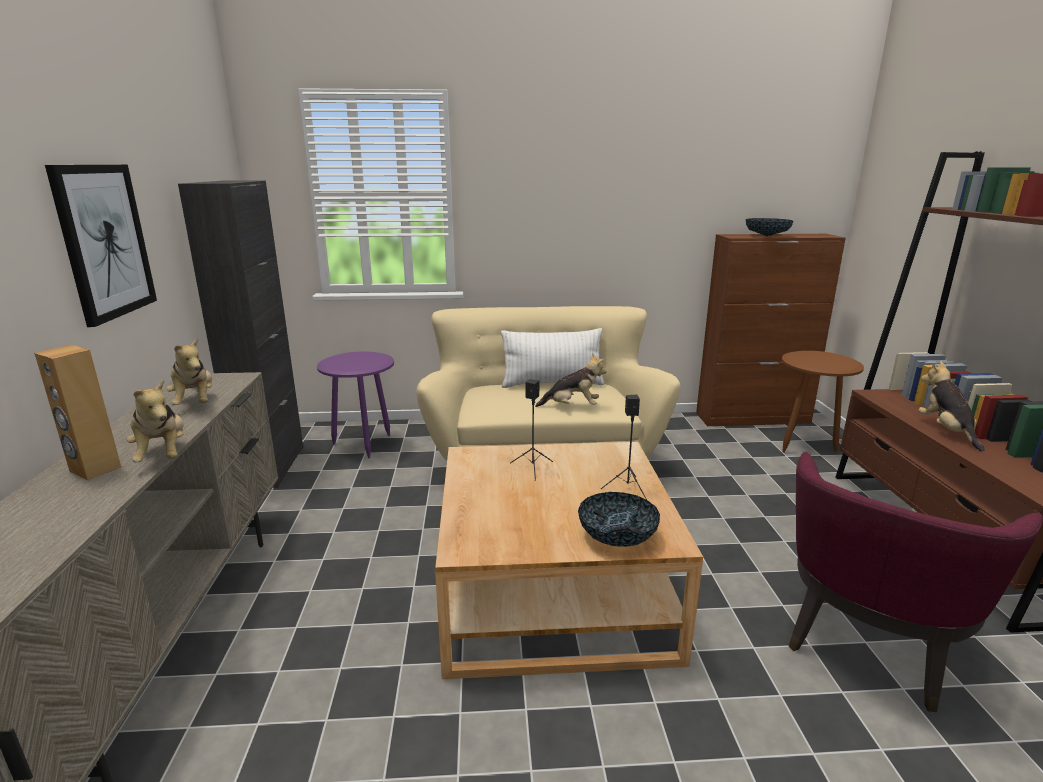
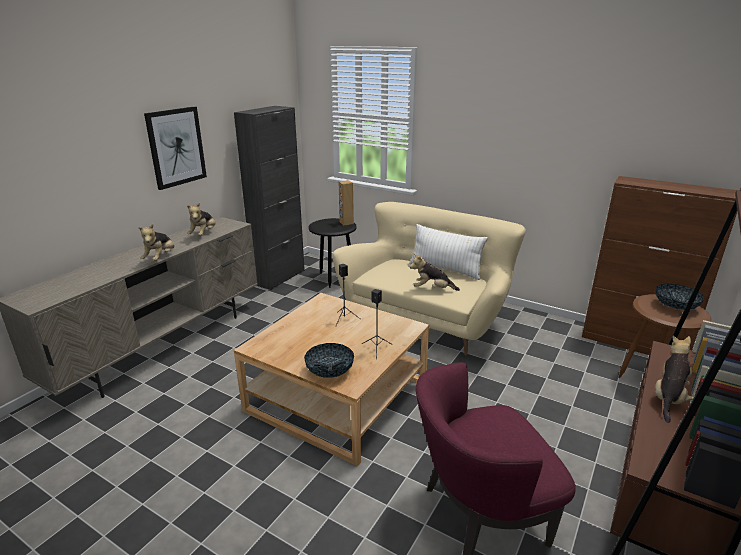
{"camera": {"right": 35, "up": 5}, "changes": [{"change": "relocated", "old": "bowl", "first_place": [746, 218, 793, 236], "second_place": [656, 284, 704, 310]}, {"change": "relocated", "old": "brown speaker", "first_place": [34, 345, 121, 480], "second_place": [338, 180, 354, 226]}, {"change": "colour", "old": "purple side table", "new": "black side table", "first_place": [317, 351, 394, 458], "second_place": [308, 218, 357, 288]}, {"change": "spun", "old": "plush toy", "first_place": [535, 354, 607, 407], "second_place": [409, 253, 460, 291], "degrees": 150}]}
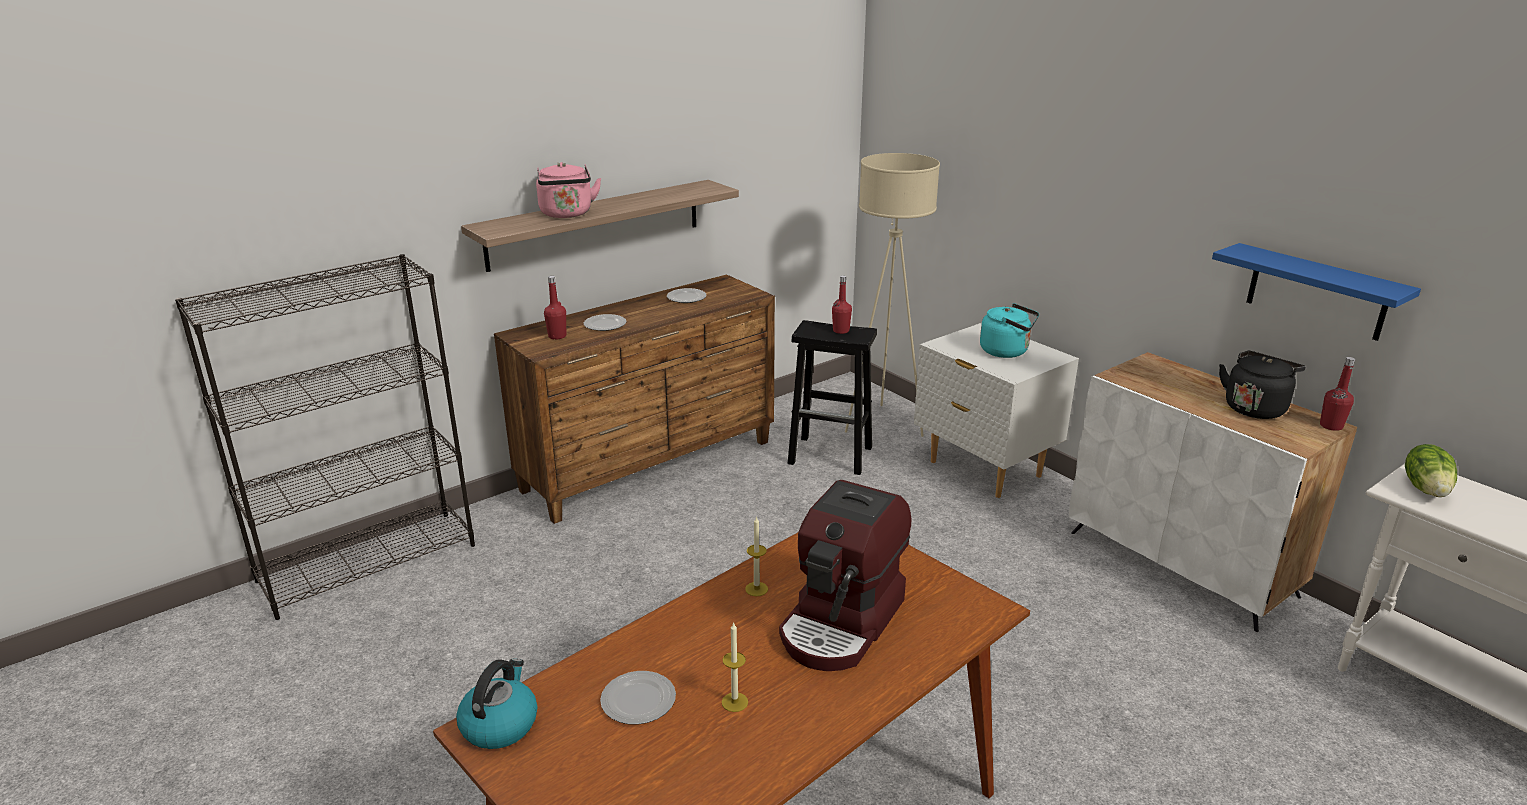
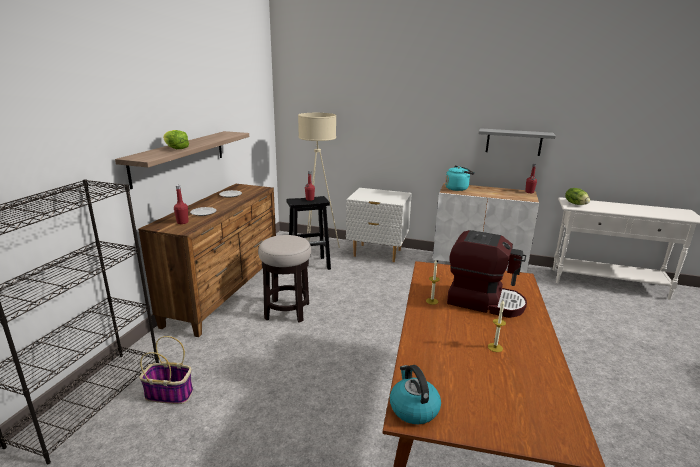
{"camera": {"right": -35, "up": -5}, "changes": [{"change": "exchanged", "old": "pink kettle", "new": "lettuce", "first_place": [536, 162, 601, 218], "second_place": [163, 130, 189, 149]}, {"change": "colour", "old": "blue shelf", "new": "grey shelf", "first_place": [1212, 243, 1421, 341], "second_place": [479, 128, 556, 156]}, {"change": "relocated", "old": "turquoise kettle", "first_place": [980, 303, 1039, 358], "second_place": [445, 166, 475, 191]}, {"change": "missing", "old": "black kettle", "first_place": [1219, 351, 1306, 419]}, {"change": "spun", "old": "coffee machine", "first_place": [779, 480, 911, 671], "second_place": [447, 230, 527, 318], "degrees": -60}, {"change": "missing", "old": "plate", "first_place": [600, 671, 676, 724]}, {"change": "appeared", "new": "stool", "second_place": [258, 235, 311, 322]}, {"change": "appeared", "new": "basket", "second_place": [139, 336, 193, 404]}]}
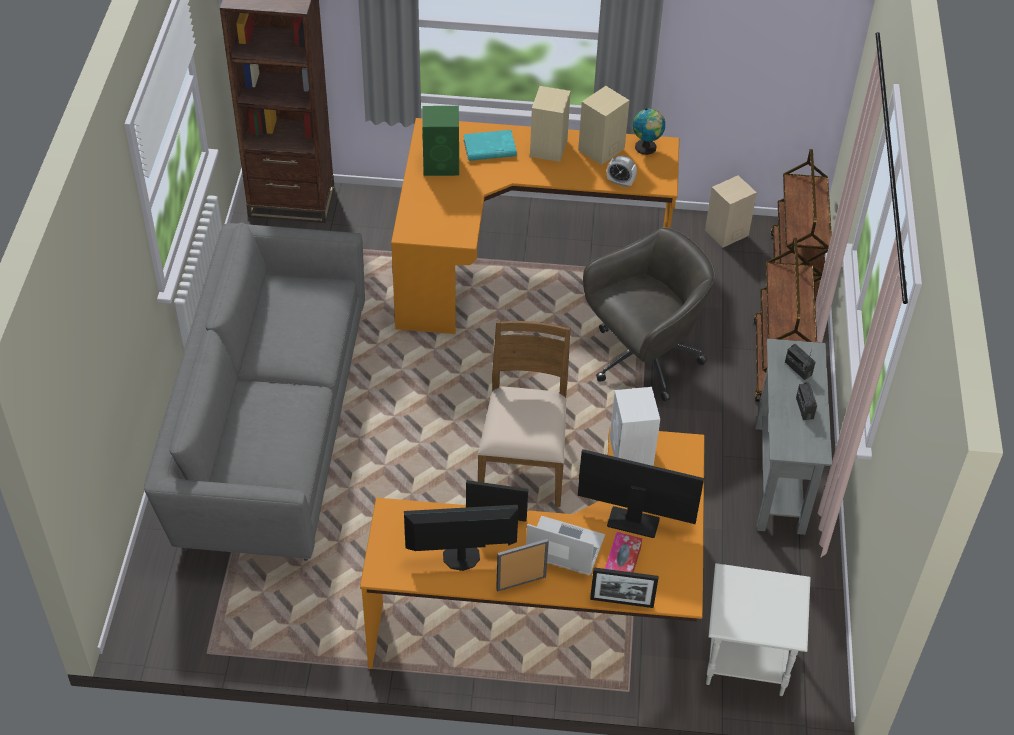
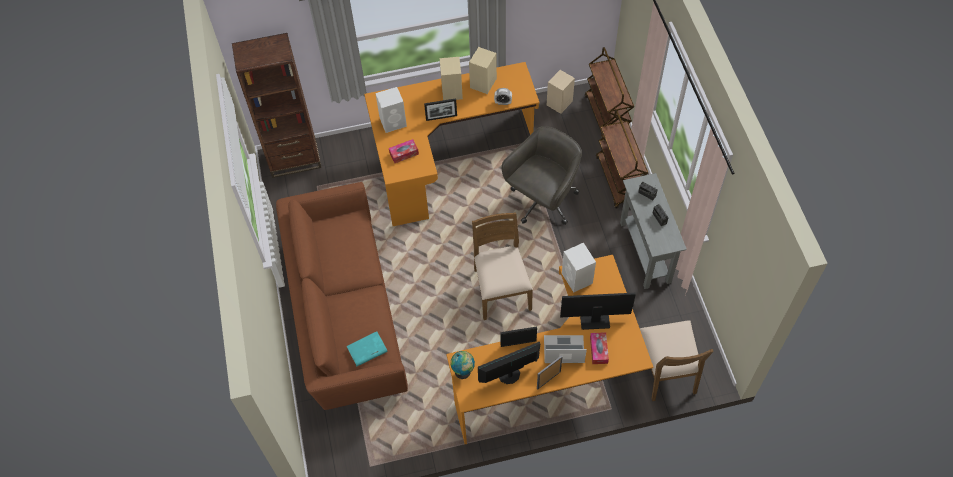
{"camera": {"right": -15, "up": 10}, "changes": [{"change": "colour", "old": "green speaker", "new": "white speaker", "first_place": [422, 106, 459, 176], "second_place": [375, 87, 407, 133]}, {"change": "relocated", "old": "globe", "first_place": [633, 108, 665, 155], "second_place": [451, 351, 475, 379]}, {"change": "relocated", "old": "turquoise book", "first_place": [463, 130, 517, 161], "second_place": [347, 331, 388, 366]}, {"change": "colour", "old": "grey sofa", "new": "brown sofa", "first_place": [144, 223, 365, 561], "second_place": [276, 182, 408, 410]}, {"change": "exchanged", "old": "white side table", "new": "brown chair", "first_place": [706, 563, 811, 696], "second_place": [640, 320, 714, 401]}, {"change": "relocated", "old": "picture frame", "first_place": [590, 567, 659, 608], "second_place": [424, 98, 457, 121]}, {"change": "appeared", "new": "tissue box", "second_place": [389, 139, 419, 163]}]}
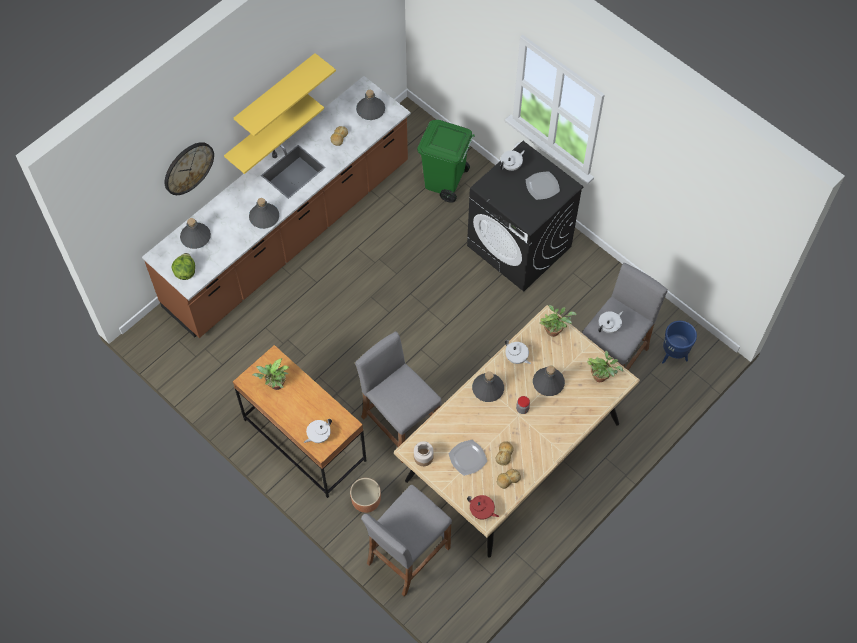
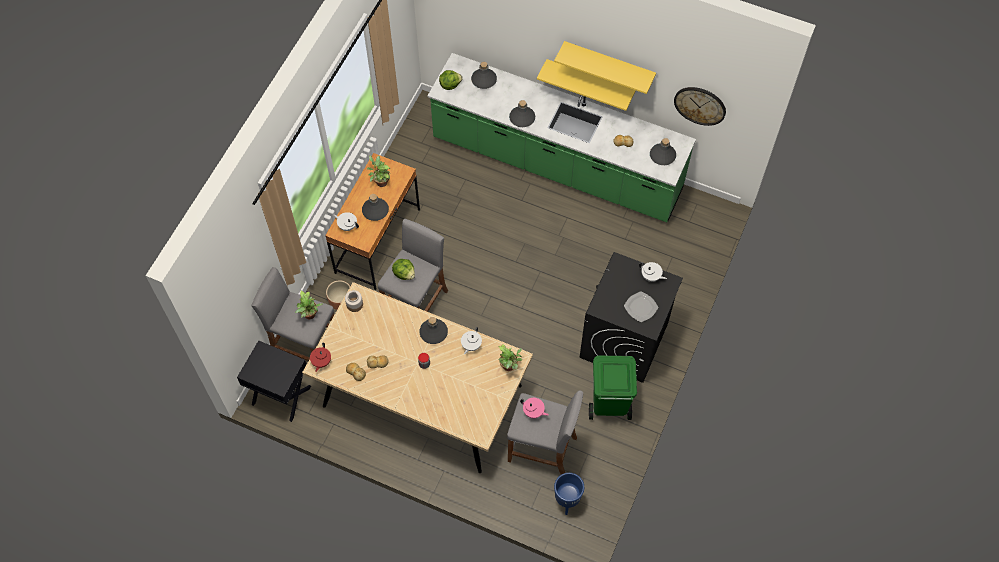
{"camera": {"right": 70, "up": 0}, "changes": [{"change": "colour", "old": "brown counter", "new": "green counter", "first_place": [142, 76, 411, 338], "second_place": [427, 53, 696, 222]}, {"change": "relocated", "old": "green trash can", "first_place": [417, 120, 475, 203], "second_place": [589, 356, 637, 420]}, {"change": "relocated", "old": "wall clock", "first_place": [165, 142, 214, 195], "second_place": [674, 87, 726, 126]}, {"change": "colour", "old": "white teapot", "new": "pink teapot", "first_place": [598, 311, 623, 333], "second_place": [520, 398, 549, 418]}, {"change": "relocated", "old": "potted plant", "first_place": [587, 351, 623, 382], "second_place": [295, 290, 323, 319]}, {"change": "relocated", "old": "grey bottle", "first_place": [533, 366, 565, 396], "second_place": [362, 194, 389, 221]}, {"change": "missing", "old": "plate", "first_place": [448, 440, 487, 476]}, {"change": "appeared", "new": "lettuce", "second_place": [392, 259, 415, 280]}, {"change": "appeared", "new": "black nightstand", "second_place": [237, 341, 311, 422]}]}
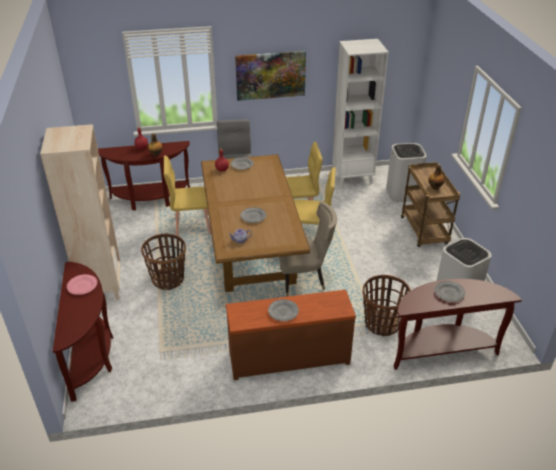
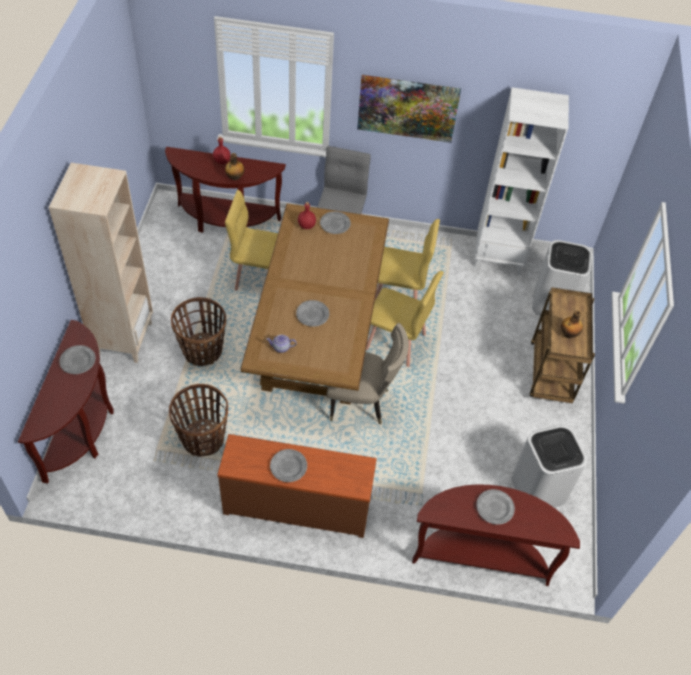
{"camera": {"right": 15, "up": 15}, "changes": [{"change": "colour", "old": "pink plate", "new": "grey plate", "first_place": [67, 274, 97, 295], "second_place": [59, 345, 96, 374]}, {"change": "relocated", "old": "basket", "first_place": [363, 275, 411, 336], "second_place": [169, 384, 228, 457]}]}
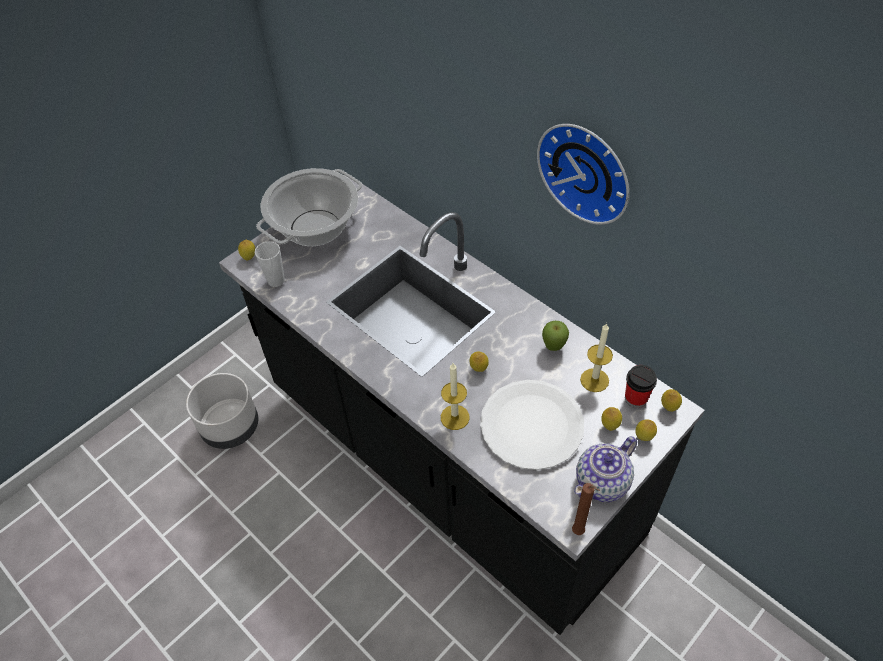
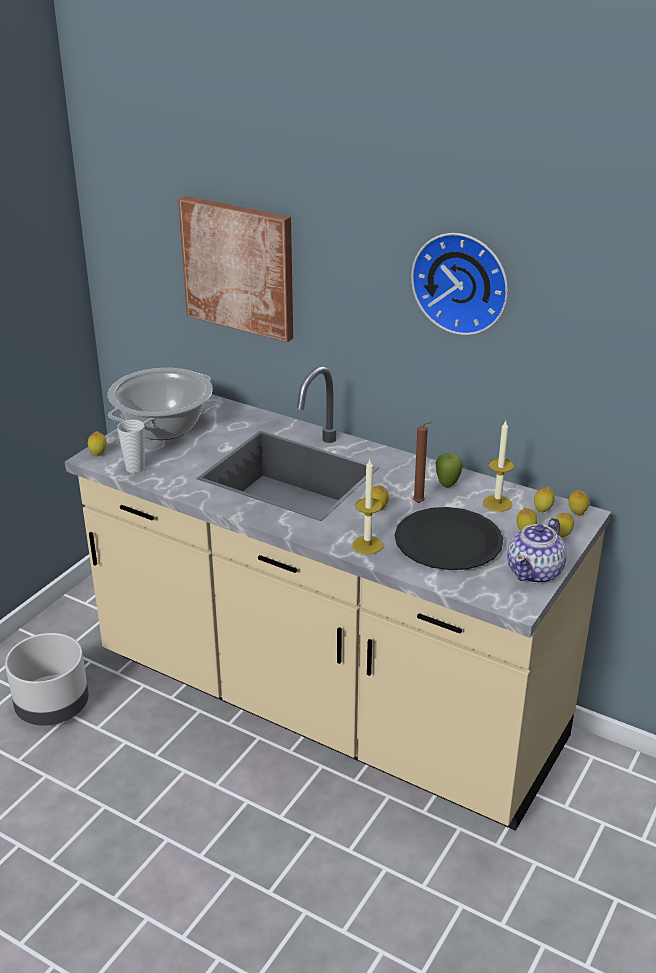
{"camera": {"right": -15, "up": -20}, "changes": [{"change": "colour", "old": "black counter", "new": "beige counter", "first_place": [219, 177, 704, 635], "second_place": [65, 366, 611, 831]}, {"change": "exchanged", "old": "cup", "new": "lemon", "first_place": [625, 365, 657, 408], "second_place": [534, 487, 555, 512]}, {"change": "colour", "old": "white plate", "new": "black plate", "first_place": [480, 380, 584, 470], "second_place": [395, 507, 503, 570]}, {"change": "relocated", "old": "brown candle", "first_place": [572, 483, 600, 535], "second_place": [413, 422, 432, 503]}, {"change": "appeared", "new": "picture", "second_place": [178, 196, 293, 342]}]}
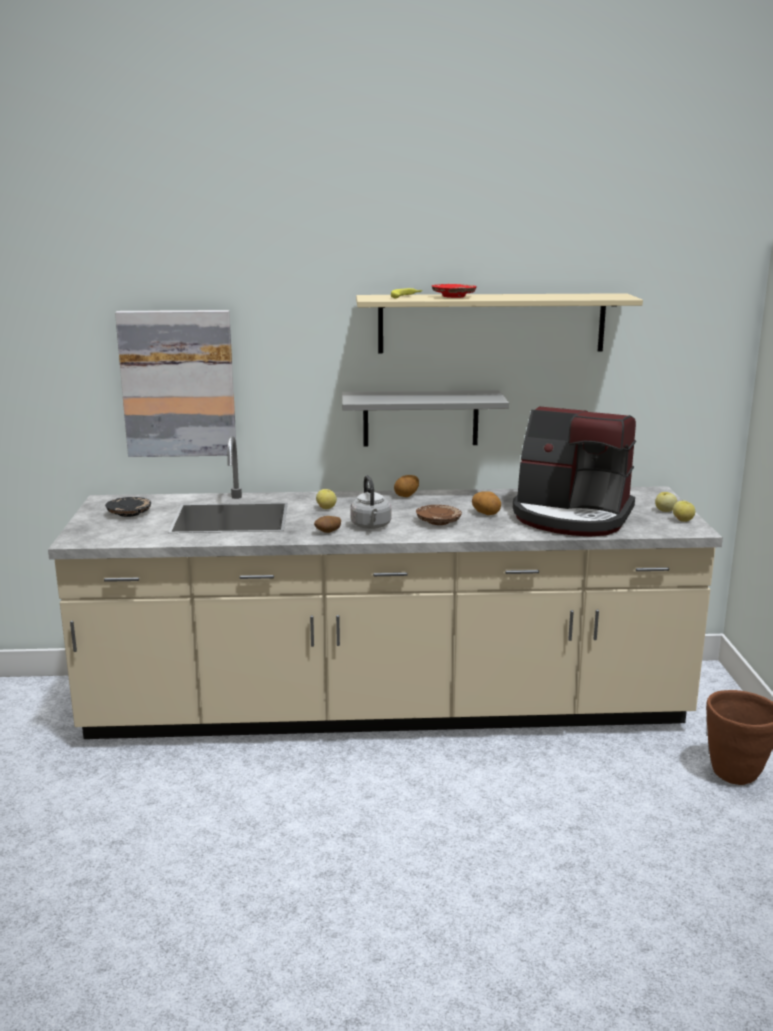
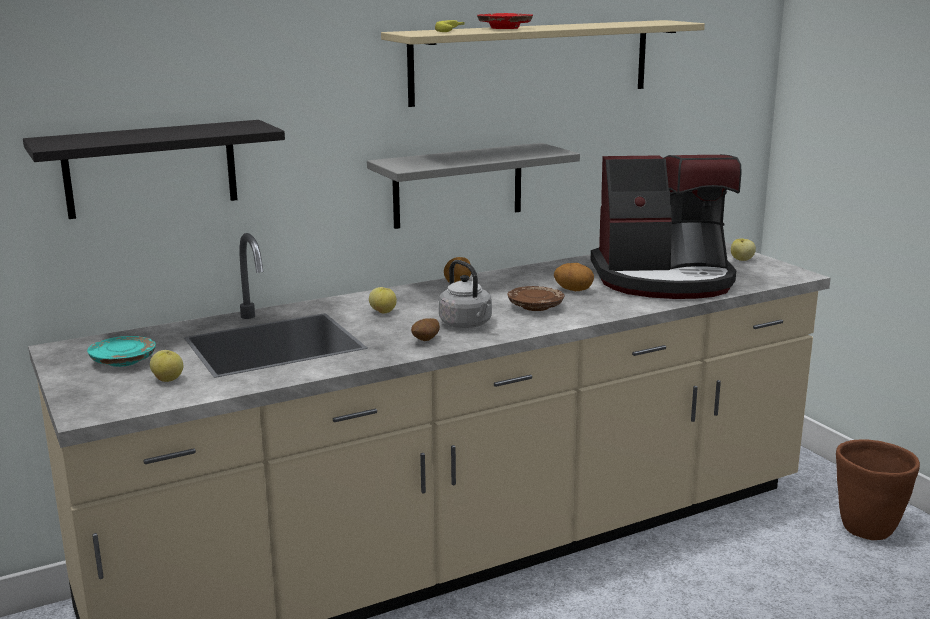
{"camera": {"right": -25, "up": 0}, "changes": [{"change": "exchanged", "old": "picture", "new": "black shelf", "first_place": [115, 310, 236, 457], "second_place": [23, 120, 285, 219]}, {"change": "colour", "old": "black plate", "new": "turquoise plate", "first_place": [105, 497, 151, 517], "second_place": [87, 336, 156, 367]}, {"change": "relocated", "old": "apple", "first_place": [673, 501, 695, 522], "second_place": [150, 350, 183, 382]}]}
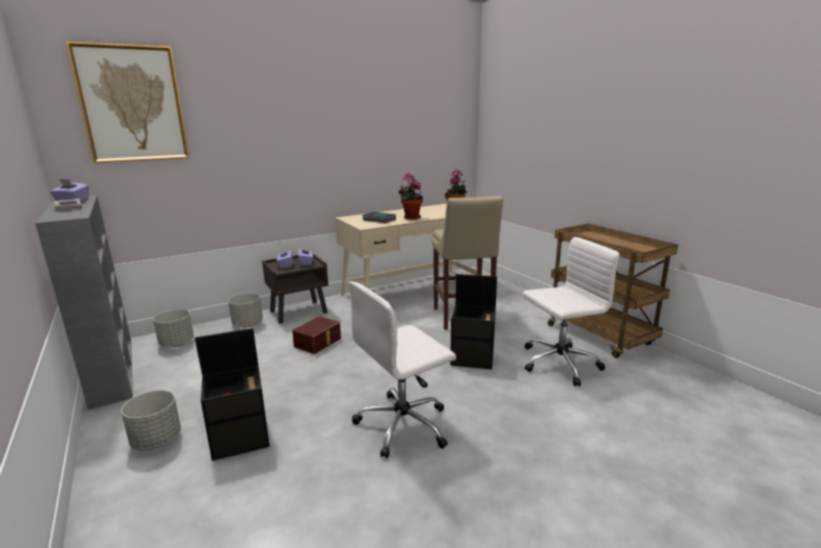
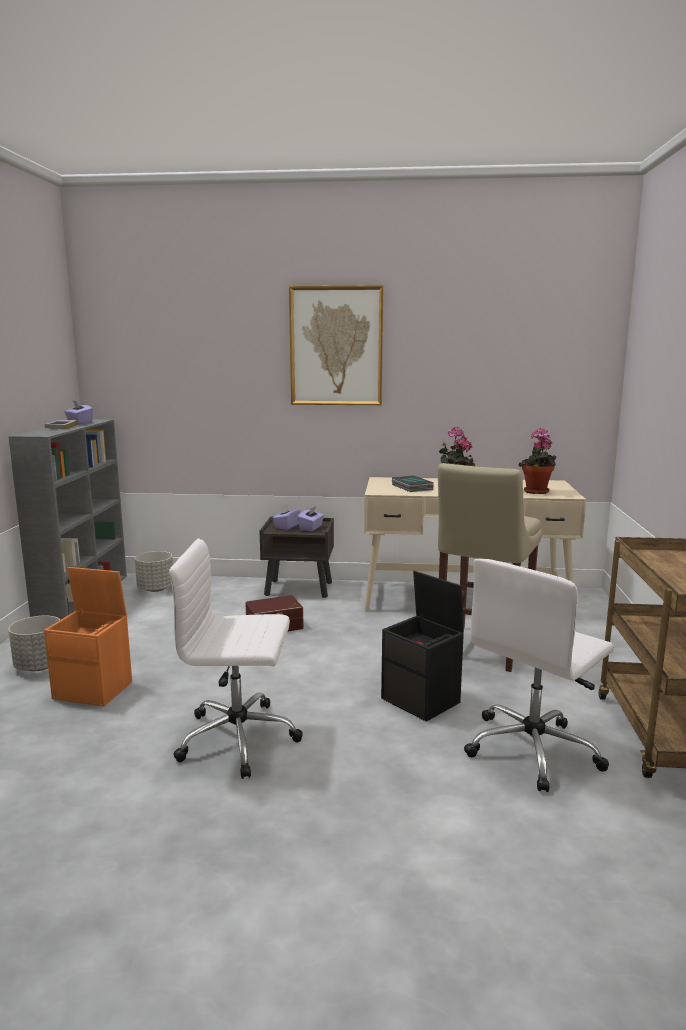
{"camera": {"right": 35, "up": -5}, "changes": [{"change": "relocated", "old": "picture", "first_place": [66, 42, 189, 163], "second_place": [289, 285, 383, 405]}, {"change": "spun", "old": "white office chair", "first_place": [522, 237, 619, 386], "second_place": [464, 559, 614, 792], "degrees": 120}, {"change": "missing", "old": "grey planter", "first_place": [228, 293, 263, 327]}, {"change": "colour", "old": "black storage box", "new": "orange storage box", "first_place": [195, 328, 270, 461], "second_place": [44, 567, 132, 707]}]}
